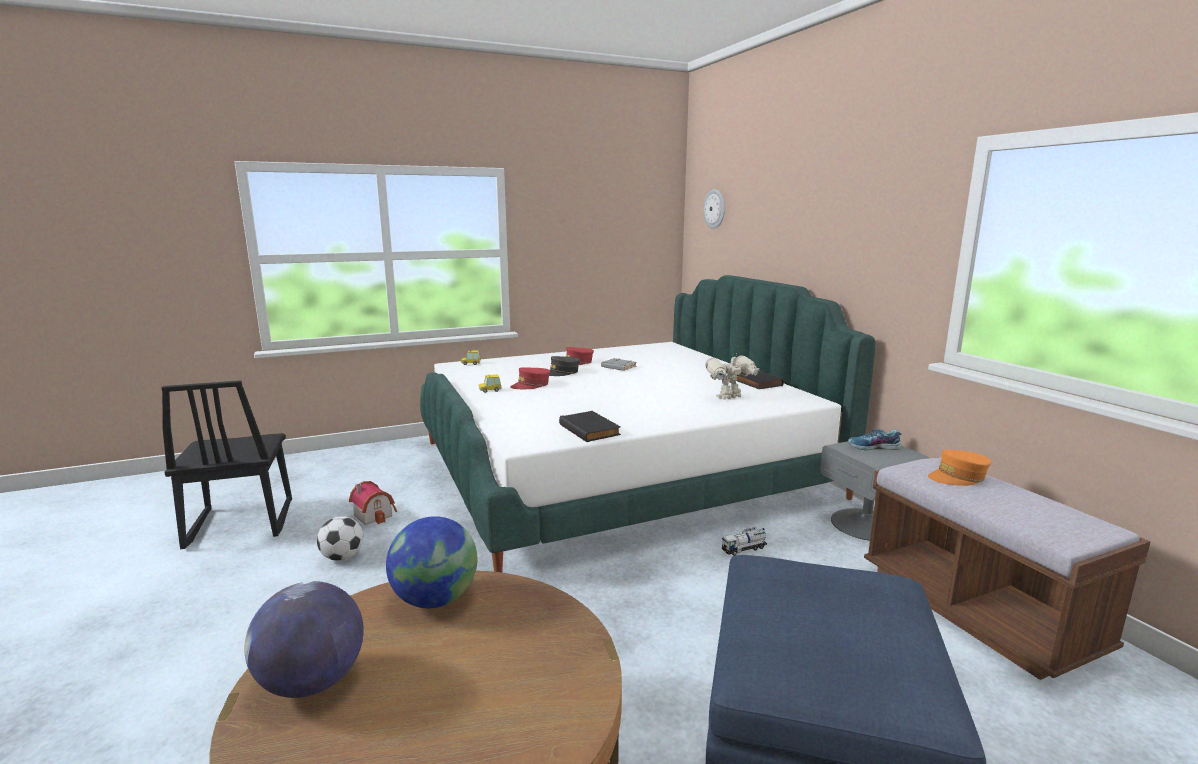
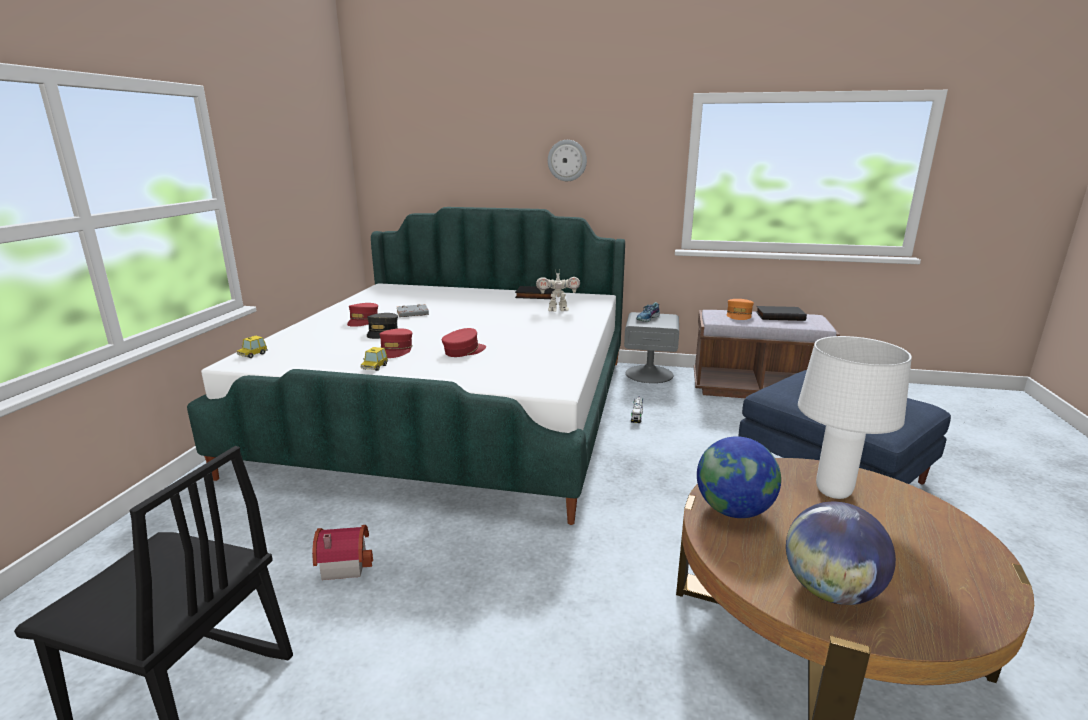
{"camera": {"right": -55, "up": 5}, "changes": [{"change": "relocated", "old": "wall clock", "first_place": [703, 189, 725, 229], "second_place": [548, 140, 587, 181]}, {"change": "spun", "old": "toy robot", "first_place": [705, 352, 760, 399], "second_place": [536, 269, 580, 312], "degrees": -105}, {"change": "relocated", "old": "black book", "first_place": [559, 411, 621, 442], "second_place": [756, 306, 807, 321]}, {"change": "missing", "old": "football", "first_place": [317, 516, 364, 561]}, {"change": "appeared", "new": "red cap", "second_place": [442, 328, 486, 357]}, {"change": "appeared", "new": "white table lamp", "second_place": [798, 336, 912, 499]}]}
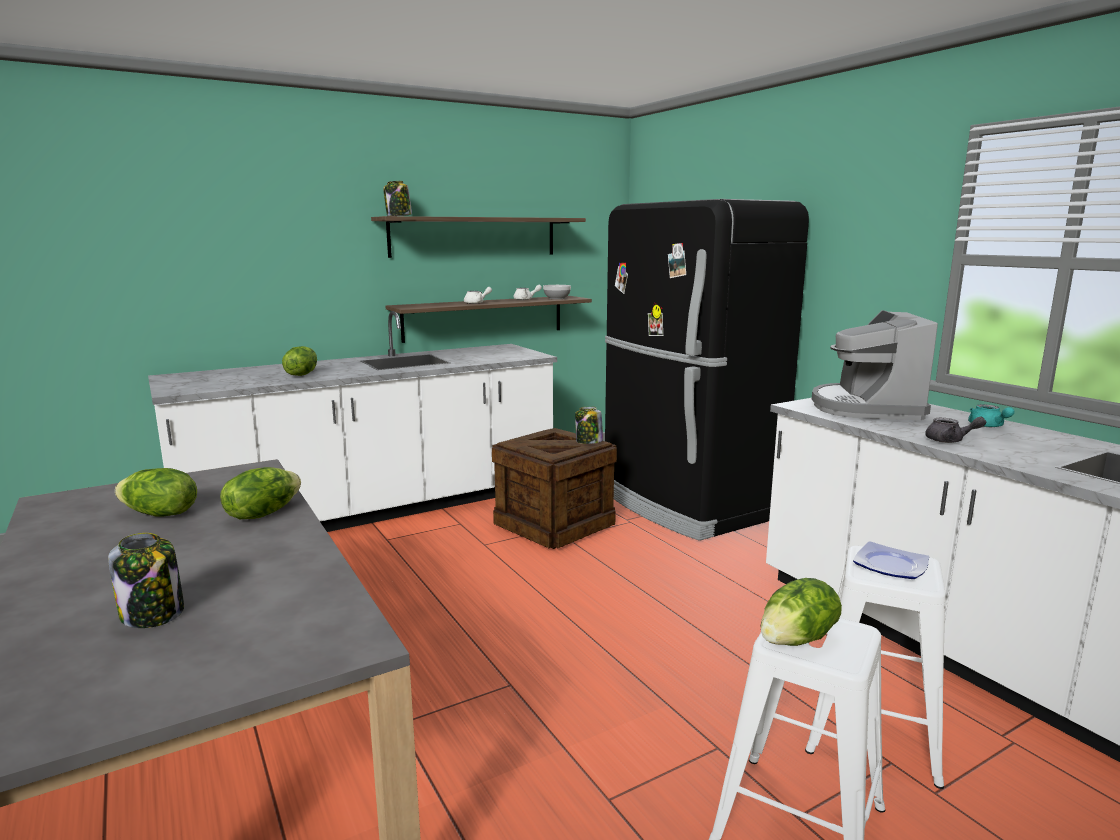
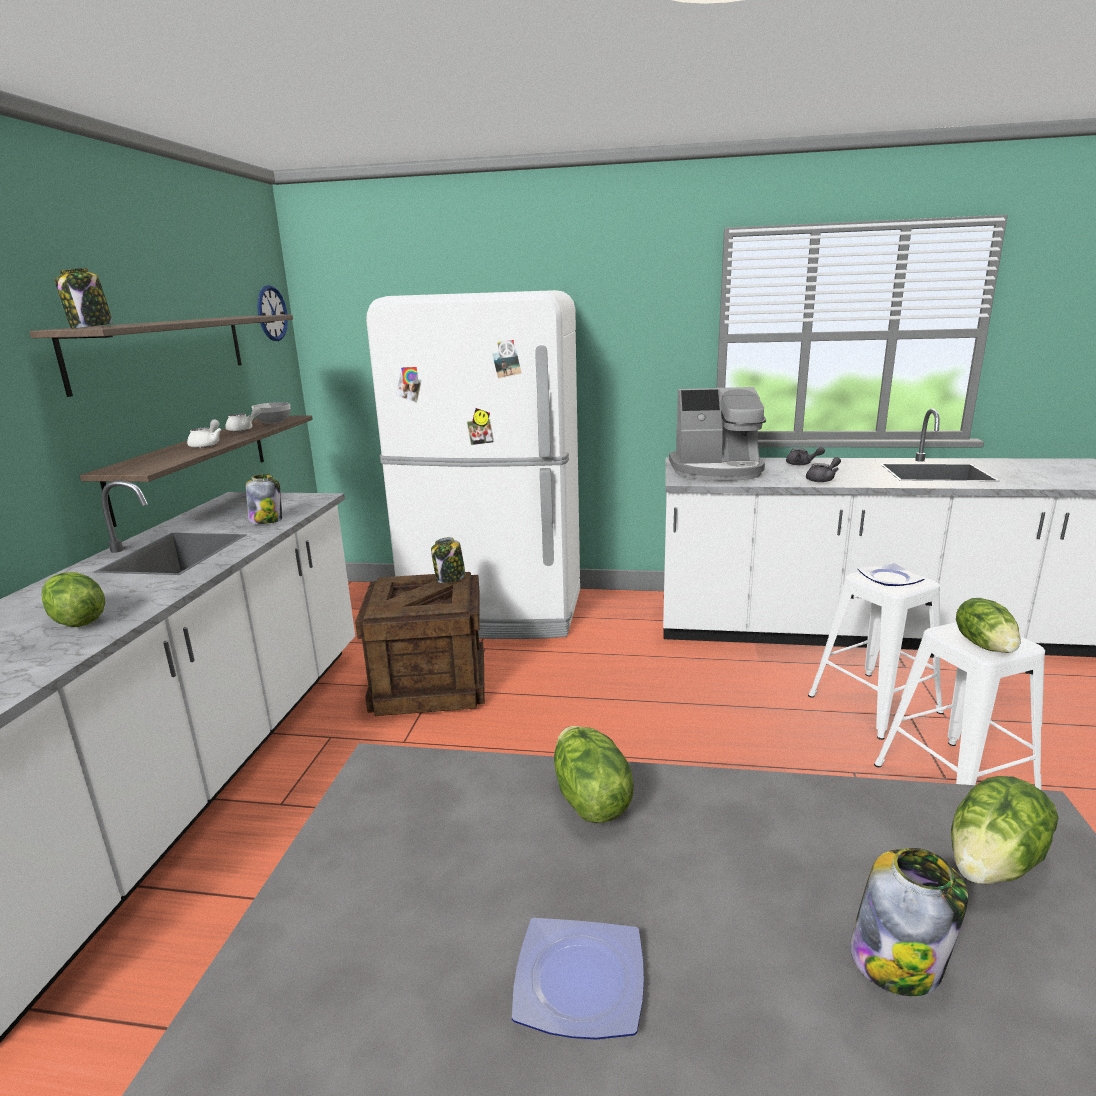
{"camera": {"right": -50, "up": 5}, "changes": [{"change": "colour", "old": "black fridge", "new": "white fridge", "first_place": [605, 199, 809, 541], "second_place": [366, 290, 580, 639]}, {"change": "spun", "old": "coffee machine", "first_place": [811, 310, 938, 420], "second_place": [669, 387, 766, 481], "degrees": -45}, {"change": "colour", "old": "turquoise teapot", "new": "grey teapot", "first_place": [968, 404, 1014, 427], "second_place": [786, 447, 825, 465]}, {"change": "relocated", "old": "lettuce", "first_place": [115, 468, 197, 516], "second_place": [951, 776, 1059, 884]}, {"change": "appeared", "new": "wall clock", "second_place": [257, 285, 288, 341]}, {"change": "appeared", "new": "jar", "second_place": [246, 475, 282, 524]}, {"change": "appeared", "new": "plate", "second_place": [512, 918, 644, 1039]}]}
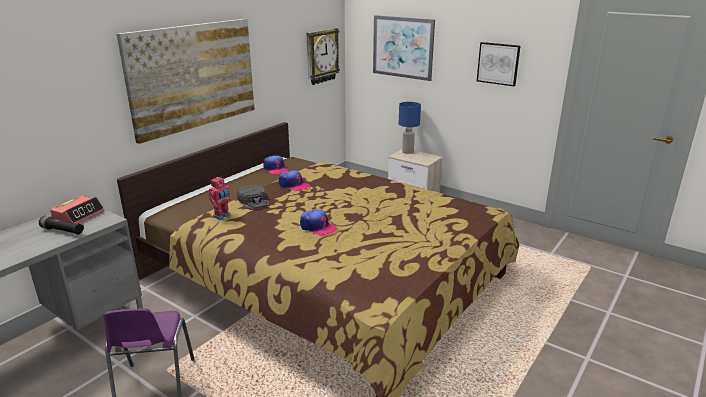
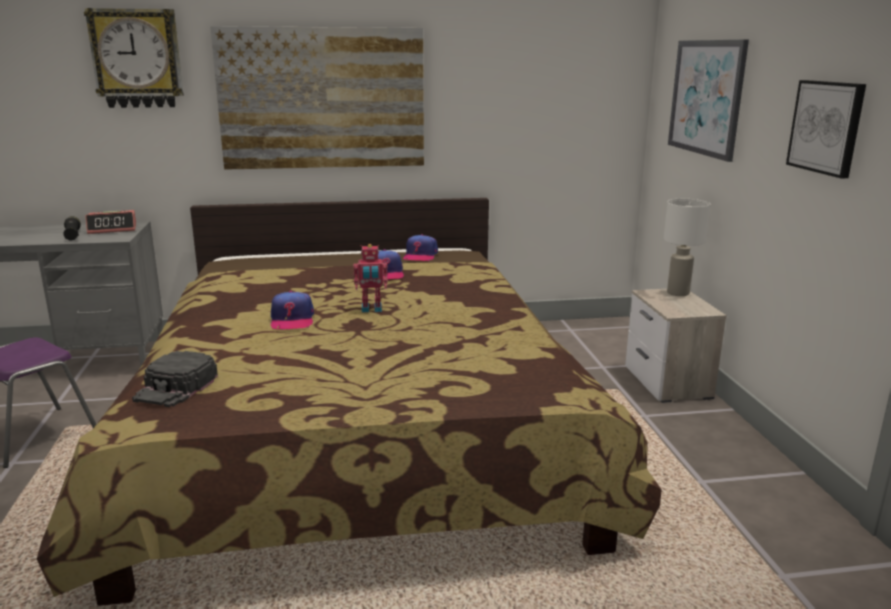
{"camera": {"right": 45, "up": -5}, "changes": [{"change": "relocated", "old": "wall clock", "first_place": [307, 28, 340, 85], "second_place": [84, 8, 184, 108]}, {"change": "colour", "old": "blue table lamp", "new": "white table lamp", "first_place": [399, 102, 421, 154], "second_place": [663, 199, 711, 296]}, {"change": "relocated", "old": "toy robot", "first_place": [208, 176, 232, 220], "second_place": [353, 244, 388, 313]}, {"change": "relocated", "old": "black cap", "first_place": [237, 185, 270, 210], "second_place": [132, 351, 218, 407]}]}
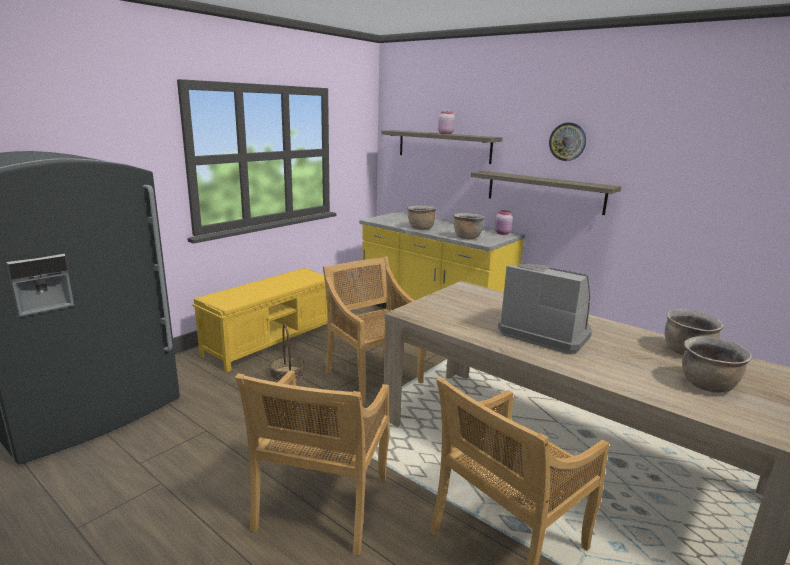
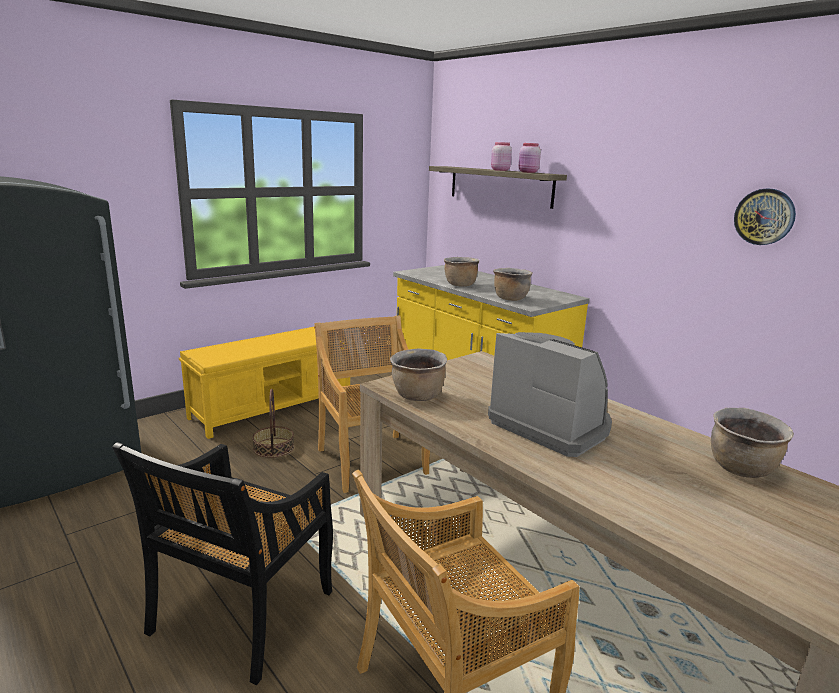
{"camera": {"right": 10, "up": 0}, "changes": [{"change": "relocated", "old": "wall clock", "first_place": [549, 123, 586, 161], "second_place": [734, 188, 796, 245]}, {"change": "missing", "old": "shelf", "first_place": [471, 171, 621, 215]}, {"change": "relocated", "old": "pink jar", "first_place": [495, 210, 513, 235], "second_place": [519, 143, 541, 173]}, {"change": "relocated", "old": "brown cooking pot", "first_place": [682, 336, 752, 393], "second_place": [390, 349, 447, 401]}, {"change": "colour", "old": "beige chair", "new": "black chair", "first_place": [235, 370, 390, 555], "second_place": [112, 442, 333, 685]}]}
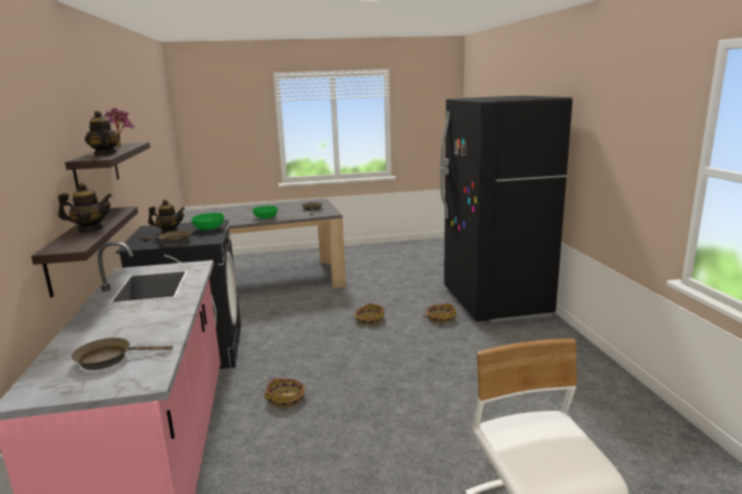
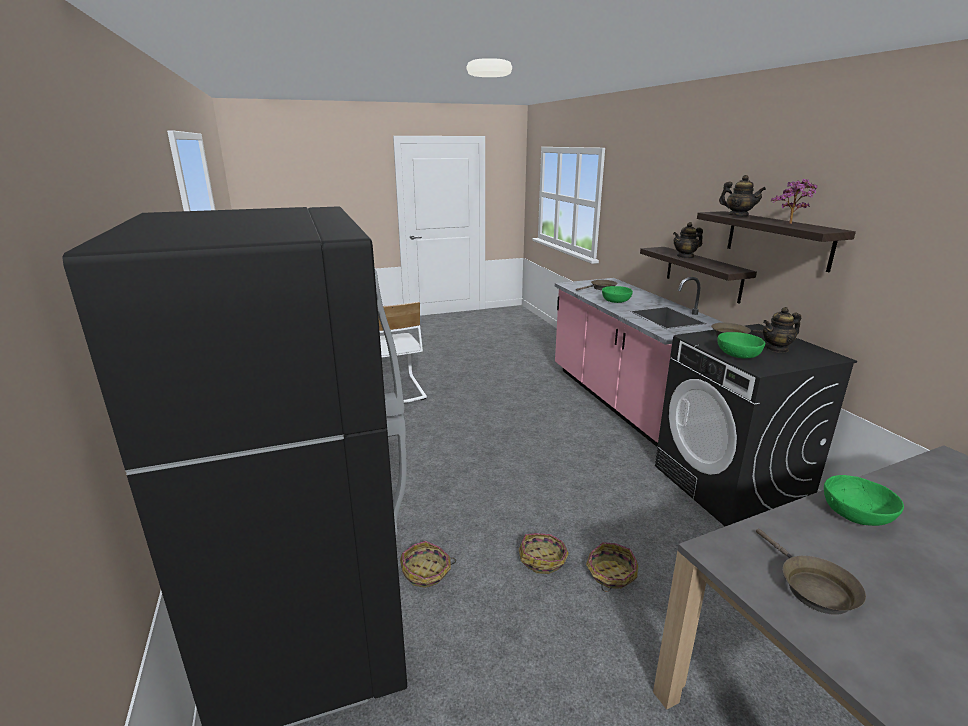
{"camera": {"right": 170, "up": 5}, "changes": [{"change": "relocated", "old": "basket", "first_place": [264, 378, 305, 408], "second_place": [586, 542, 638, 592]}, {"change": "appeared", "new": "green bowl", "second_place": [602, 286, 633, 303]}]}
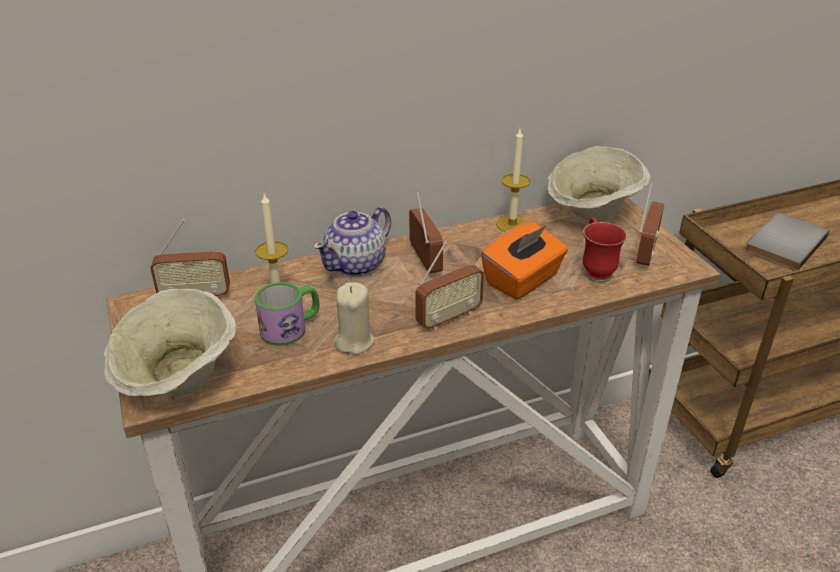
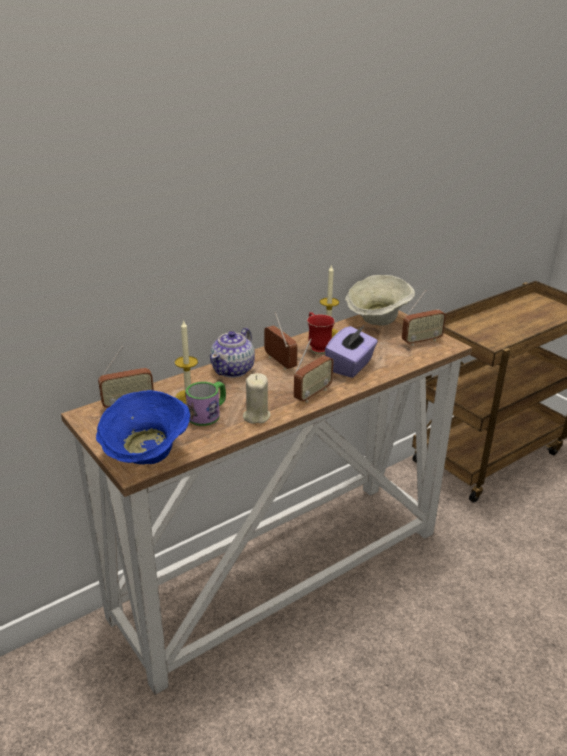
{"camera": {"right": -15, "up": -5}, "changes": [{"change": "spun", "old": "radio", "first_place": [636, 182, 664, 266], "second_place": [402, 290, 446, 346], "degrees": 60}, {"change": "missing", "old": "grey book", "first_place": [744, 213, 829, 271]}, {"change": "relocated", "old": "red mug", "first_place": [583, 217, 627, 282], "second_place": [307, 312, 335, 354]}, {"change": "colour", "old": "orange tissue box", "new": "purple tissue box", "first_place": [481, 222, 568, 300], "second_place": [325, 326, 378, 378]}, {"change": "colour", "old": "beige bowl", "new": "blue bowl", "first_place": [104, 289, 236, 396], "second_place": [96, 390, 190, 464]}]}
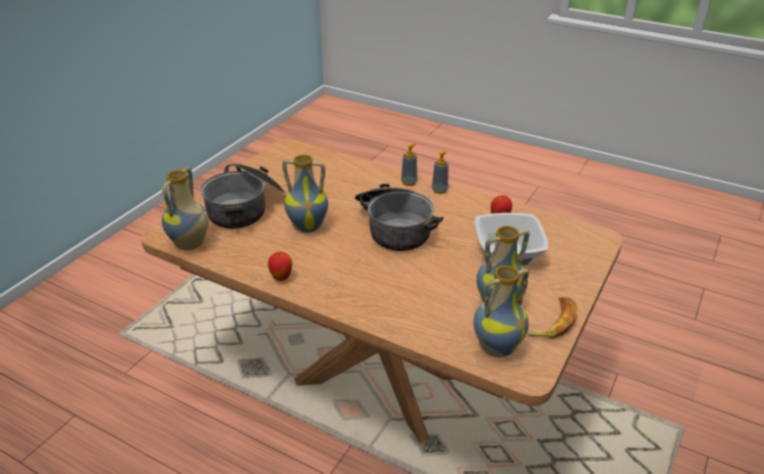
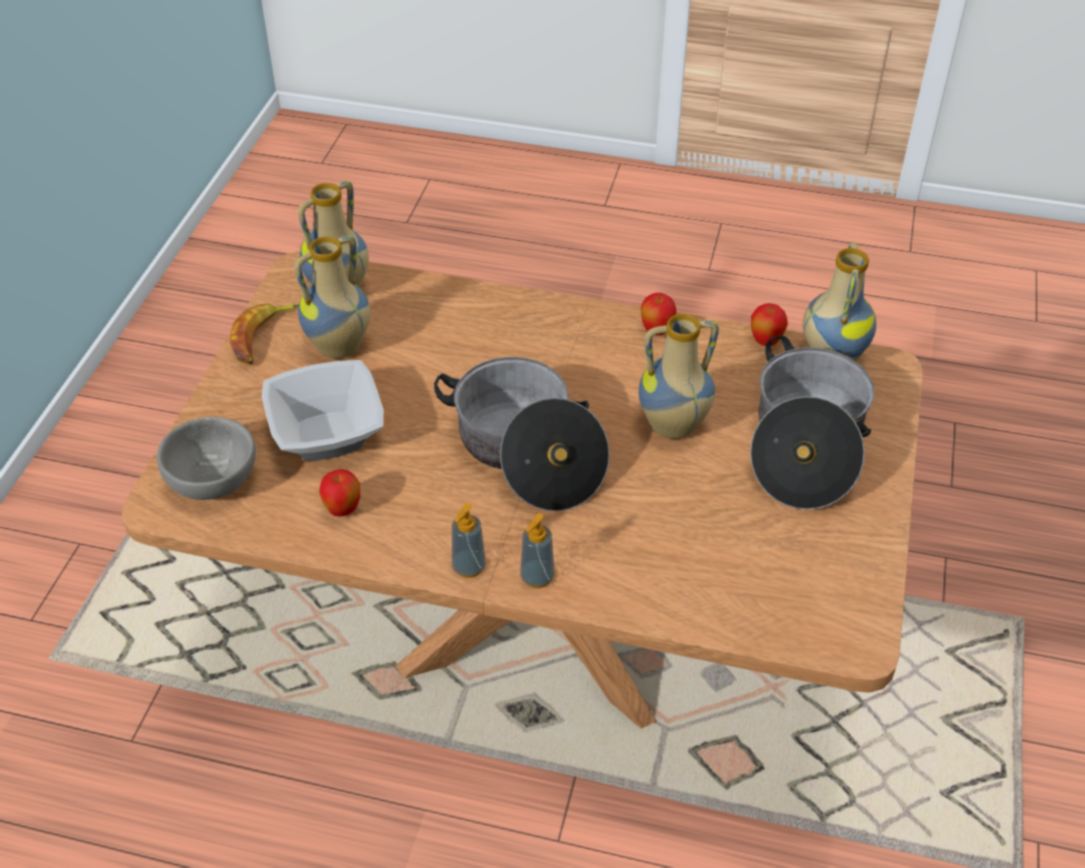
{"camera": {"right": 165, "up": 10}, "changes": [{"change": "appeared", "new": "apple", "second_place": [751, 303, 788, 346]}, {"change": "appeared", "new": "grey bowl", "second_place": [157, 417, 256, 500]}]}
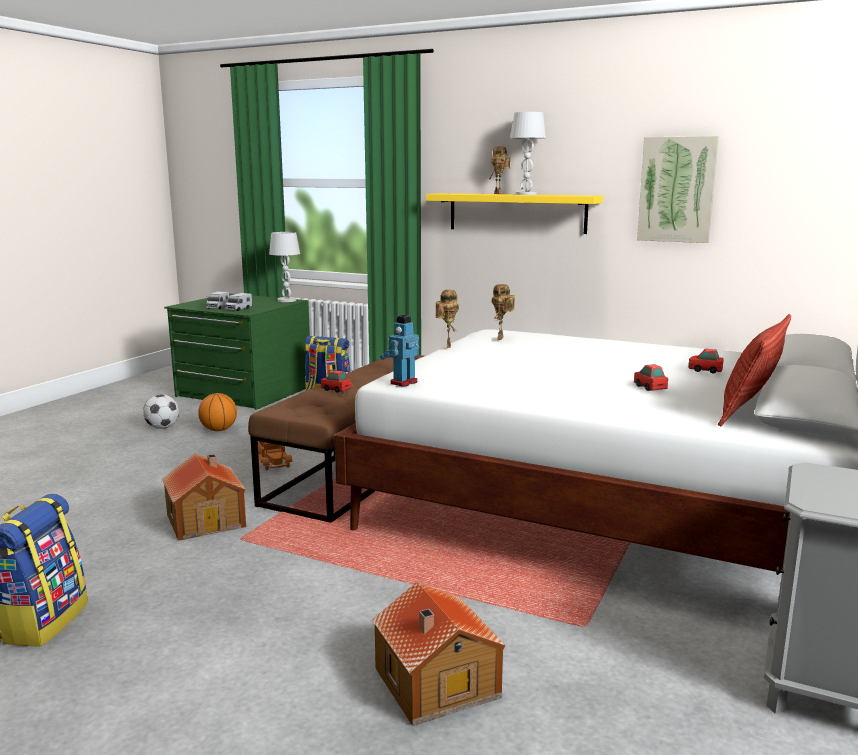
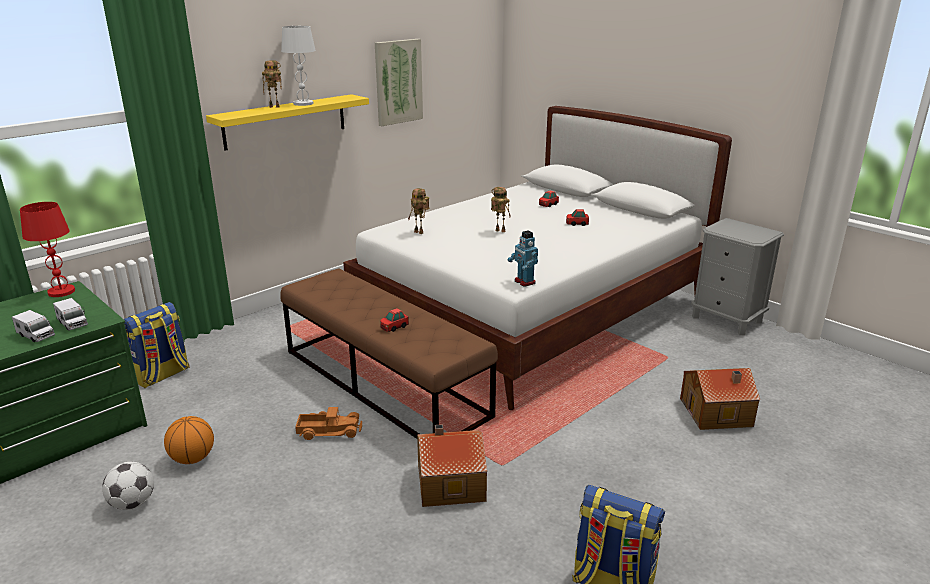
{"camera": {"right": -70, "up": 10}, "changes": [{"change": "colour", "old": "white table lamp", "new": "red table lamp", "first_place": [269, 232, 300, 302], "second_place": [20, 202, 75, 297]}, {"change": "relocated", "old": "toy robot", "first_place": [435, 290, 459, 348], "second_place": [491, 187, 511, 232]}, {"change": "missing", "old": "pillow", "first_place": [718, 314, 791, 426]}]}
